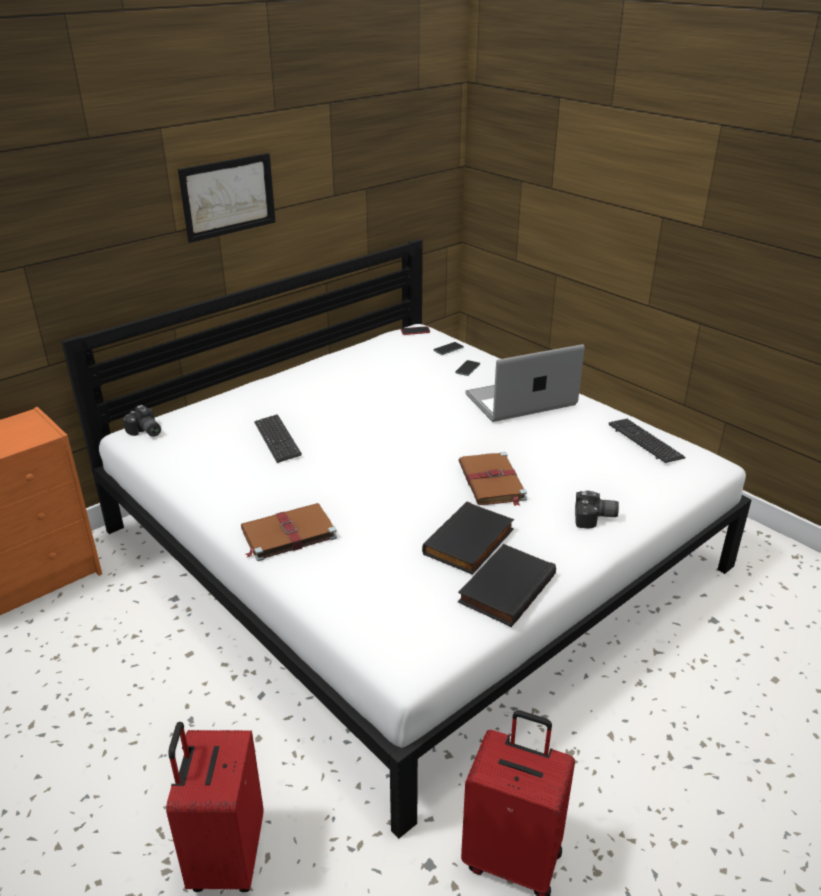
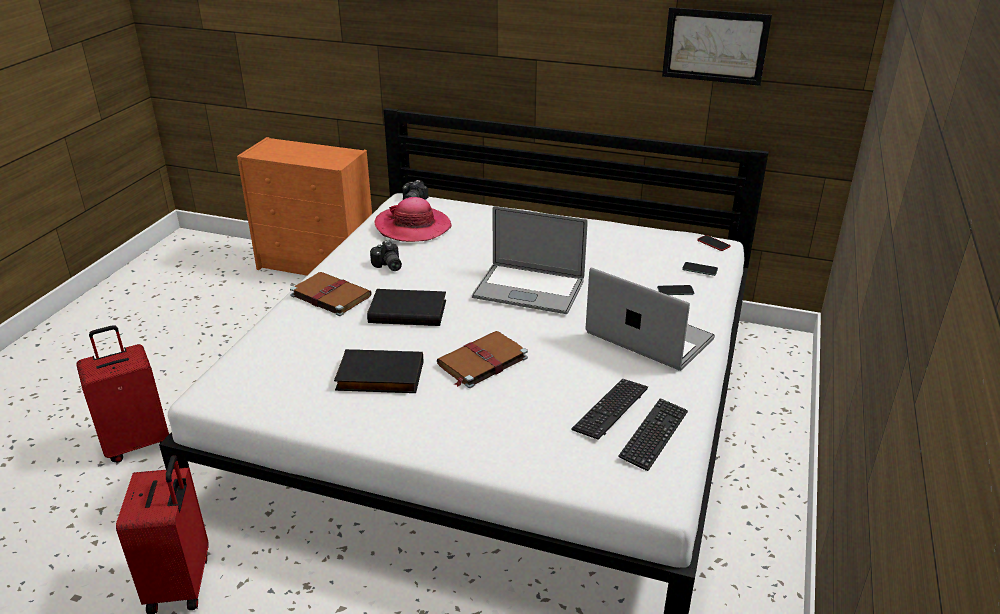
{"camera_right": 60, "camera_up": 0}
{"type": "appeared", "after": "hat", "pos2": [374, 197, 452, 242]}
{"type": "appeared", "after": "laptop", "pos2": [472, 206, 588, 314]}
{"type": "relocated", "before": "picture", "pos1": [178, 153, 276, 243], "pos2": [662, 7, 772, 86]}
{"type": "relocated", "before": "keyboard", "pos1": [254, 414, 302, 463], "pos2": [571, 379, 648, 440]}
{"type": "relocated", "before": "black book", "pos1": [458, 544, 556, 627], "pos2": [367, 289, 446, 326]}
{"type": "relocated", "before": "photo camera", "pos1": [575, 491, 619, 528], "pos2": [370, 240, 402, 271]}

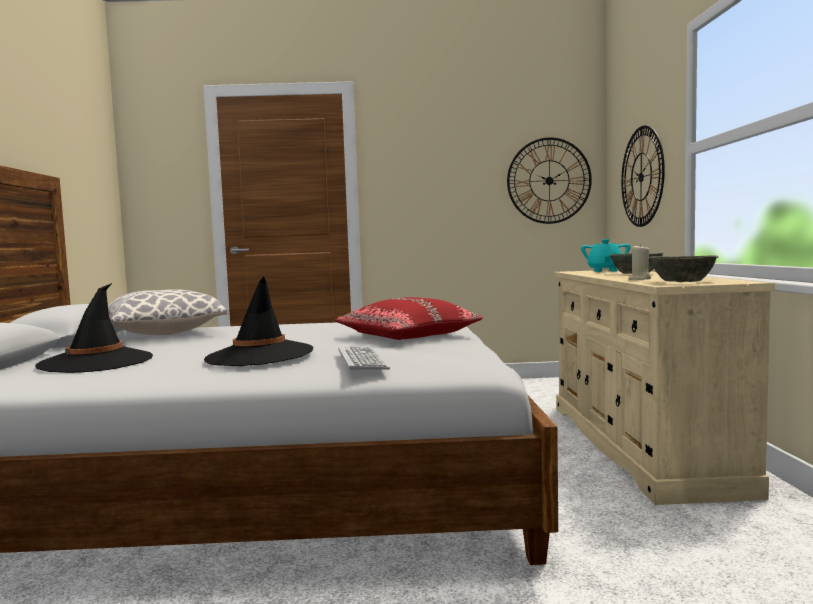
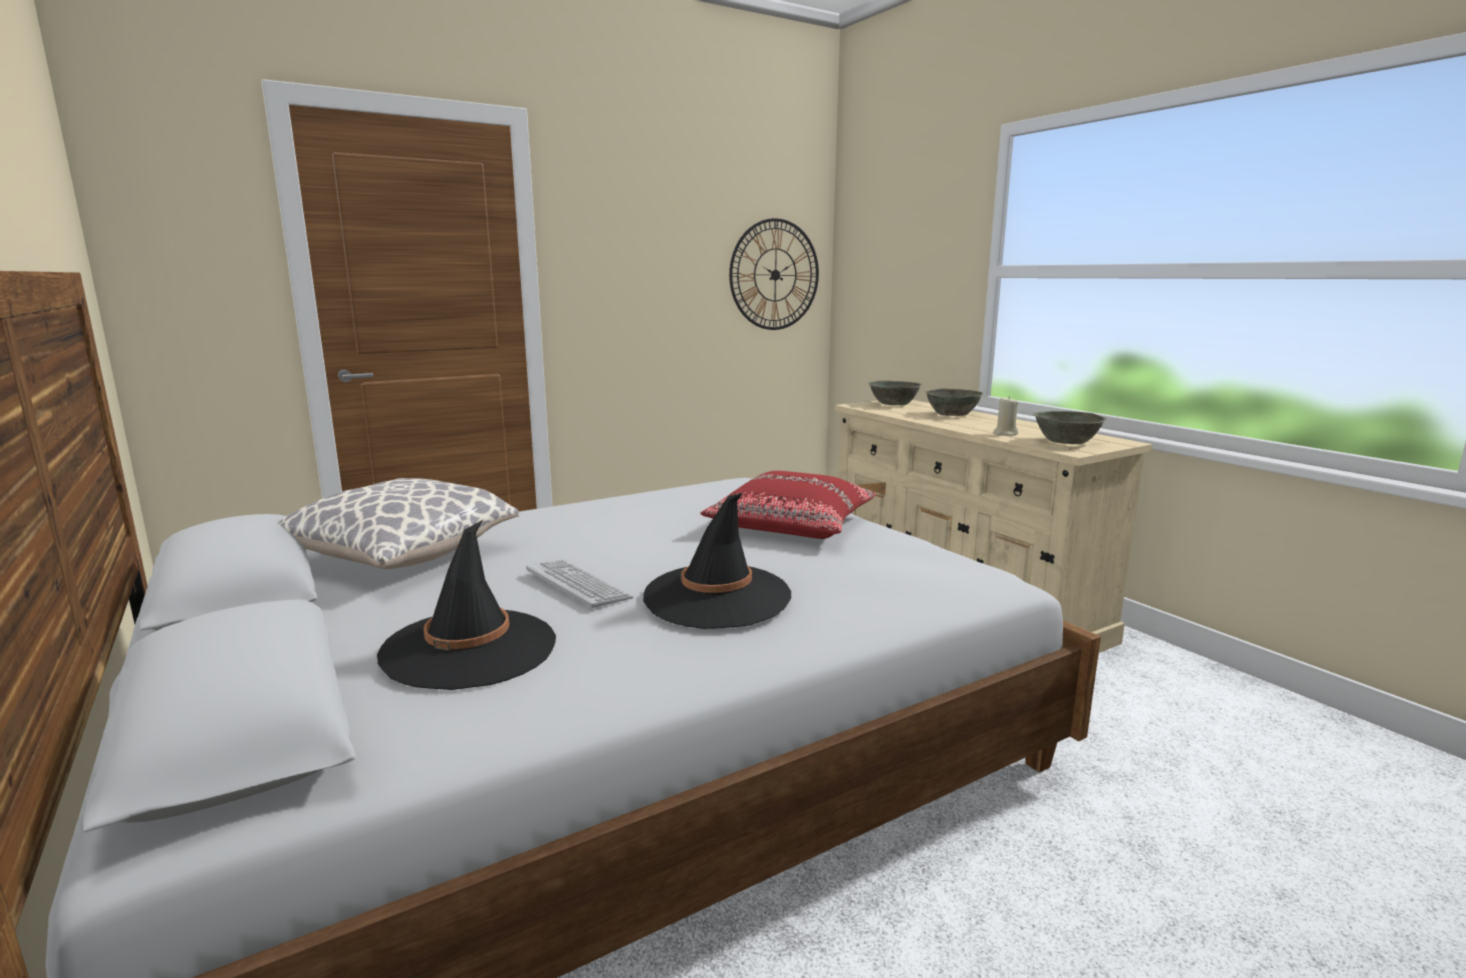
{"camera_right": -30, "camera_up": 10}
{"type": "missing", "before": "wall clock", "pos1": [621, 125, 665, 227]}
{"type": "relocated", "before": "keyboard", "pos1": [338, 346, 390, 371], "pos2": [526, 559, 633, 608]}
{"type": "exchanged", "before": "turquoise teapot", "after": "grey bowl", "pos1": [581, 239, 631, 272], "pos2": [869, 380, 922, 405]}

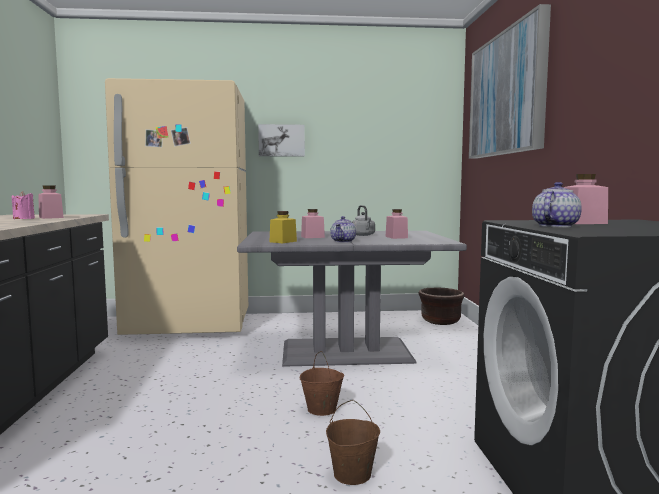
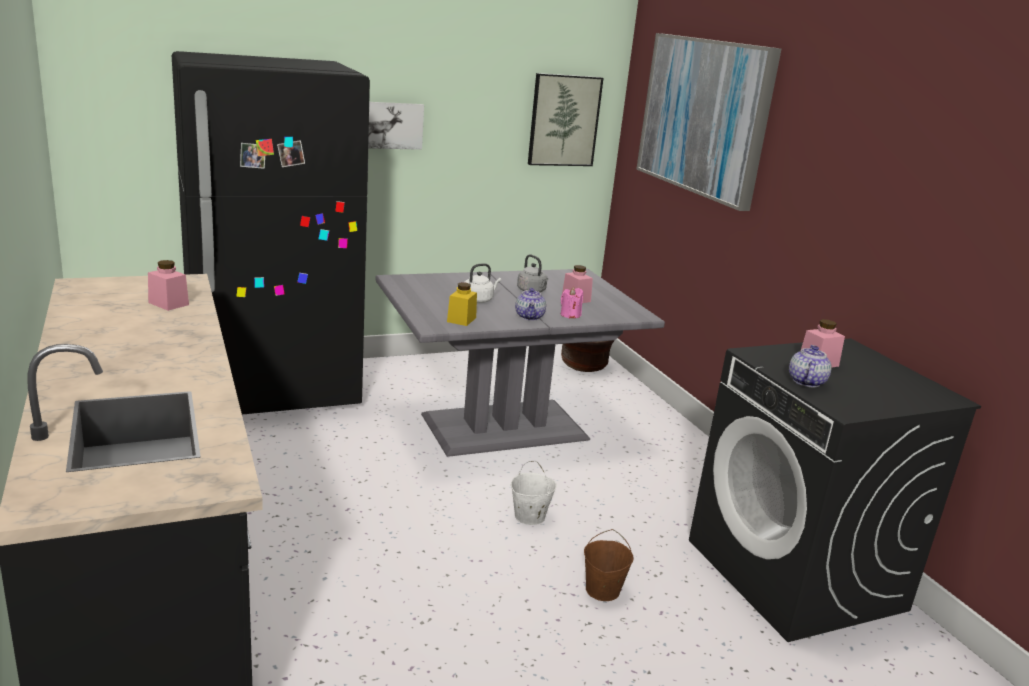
{"camera_right": -20, "camera_up": 15}
{"type": "appeared", "after": "picture", "pos2": [528, 73, 604, 166]}
{"type": "relocated", "before": "pink candle", "pos1": [12, 191, 35, 219], "pos2": [561, 287, 583, 318]}
{"type": "exchanged", "before": "pink jar", "after": "white kettle", "pos1": [301, 209, 325, 238], "pos2": [464, 263, 501, 303]}
{"type": "colour", "before": "beige fridge", "after": "black fridge", "pos1": [105, 78, 248, 335], "pos2": [172, 51, 370, 414]}
{"type": "colour", "before": "brown bucket", "after": "white bucket", "pos1": [300, 351, 344, 416], "pos2": [511, 461, 557, 525]}

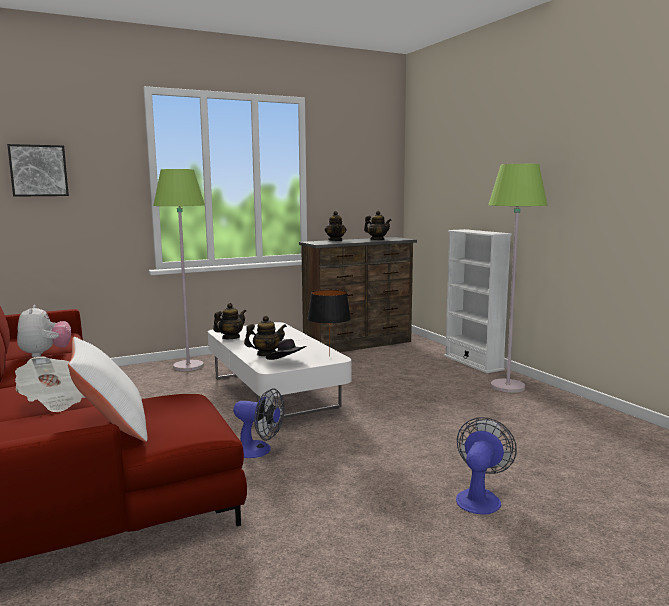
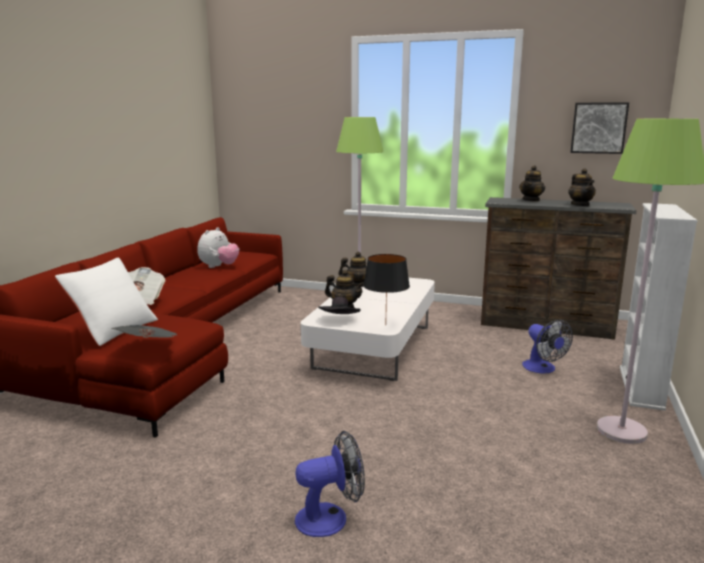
{"camera_right": 45, "camera_up": 5}
{"type": "appeared", "after": "newspaper", "pos2": [110, 325, 178, 338]}
{"type": "relocated", "before": "picture", "pos1": [7, 144, 69, 197], "pos2": [570, 102, 629, 154]}
{"type": "relocated", "before": "fan", "pos1": [233, 388, 284, 458], "pos2": [522, 320, 573, 374]}

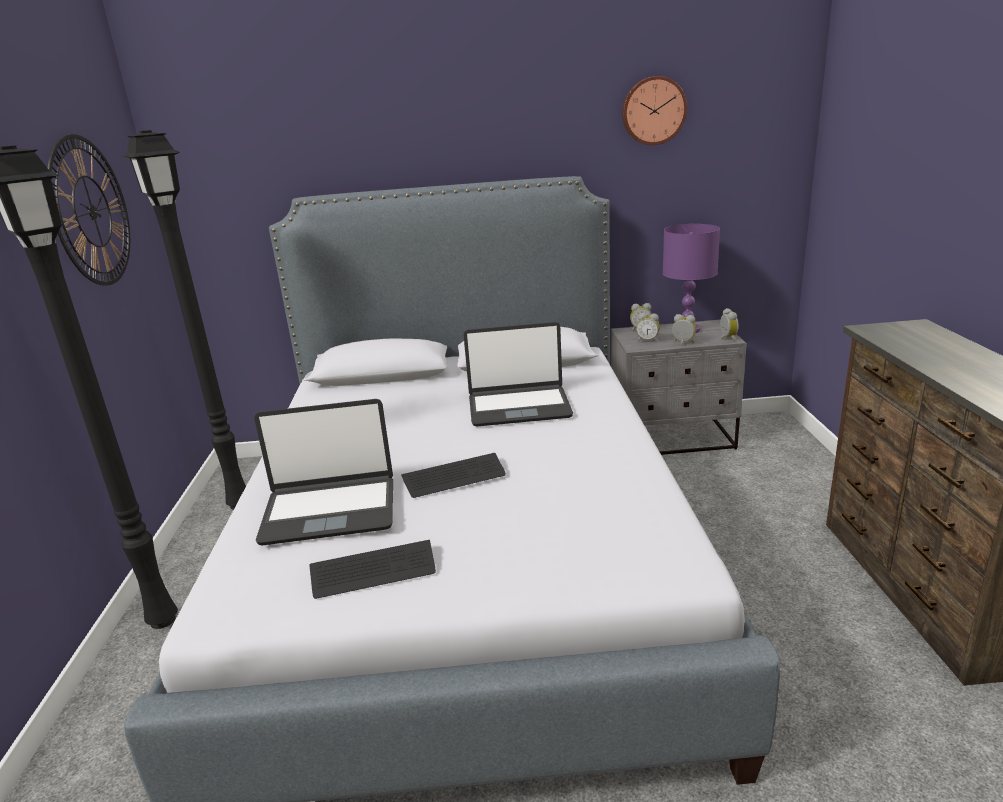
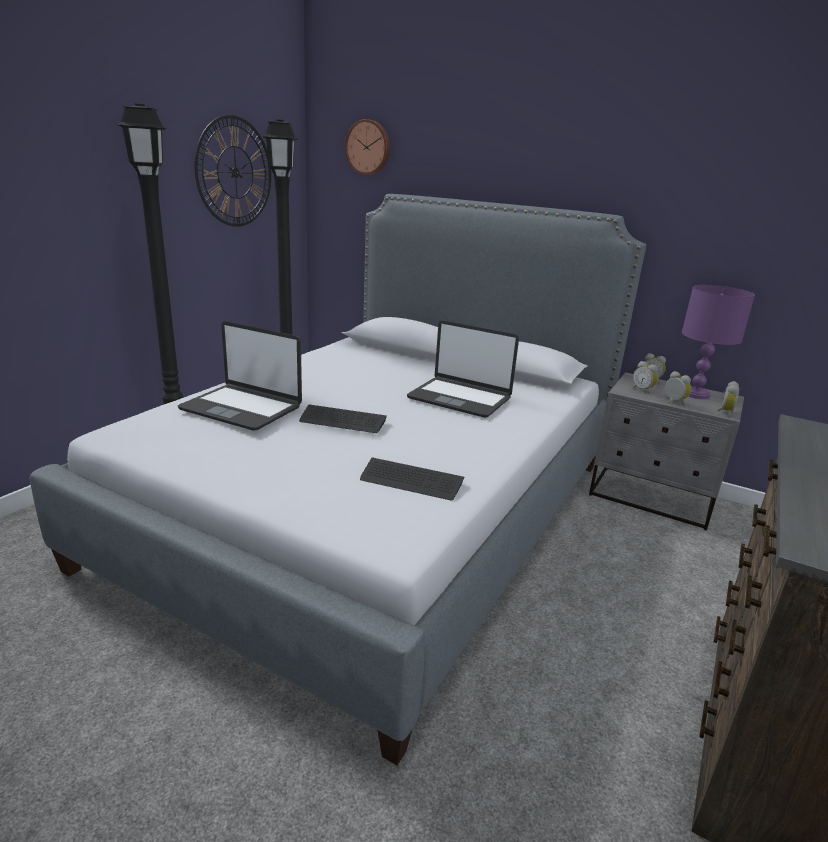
{"camera_right": 30, "camera_up": 0}
{"type": "relocated", "before": "keyboard", "pos1": [309, 540, 436, 599], "pos2": [360, 457, 464, 500]}
{"type": "relocated", "before": "wall clock", "pos1": [622, 76, 687, 145], "pos2": [345, 119, 390, 175]}

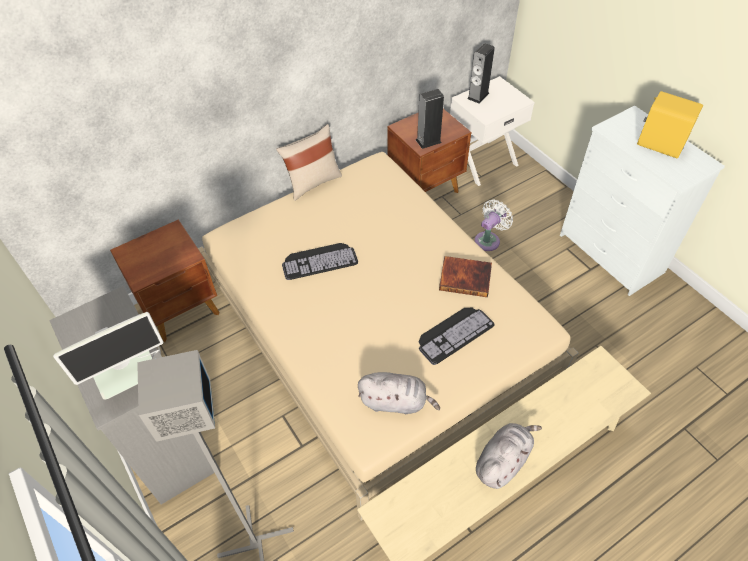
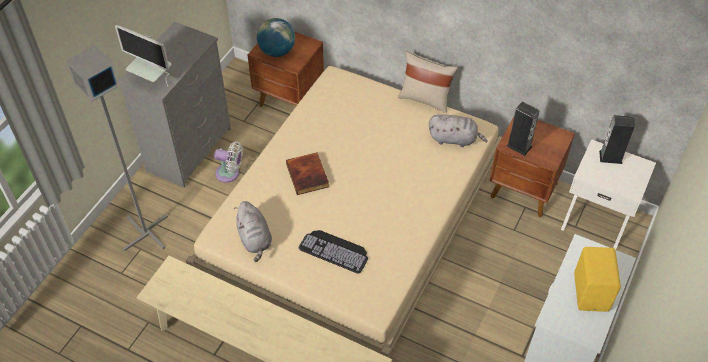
{"camera_right": 60, "camera_up": 0}
{"type": "missing", "before": "keyboard", "pos1": [282, 243, 358, 280]}
{"type": "appeared", "after": "globe", "pos2": [257, 18, 295, 57]}
{"type": "relocated", "before": "book", "pos1": [439, 256, 492, 297], "pos2": [286, 153, 329, 195]}
{"type": "relocated", "before": "white fan", "pos1": [475, 199, 513, 251], "pos2": [214, 141, 243, 183]}
{"type": "relocated", "before": "grey plush toy", "pos1": [476, 423, 542, 489], "pos2": [429, 114, 488, 147]}

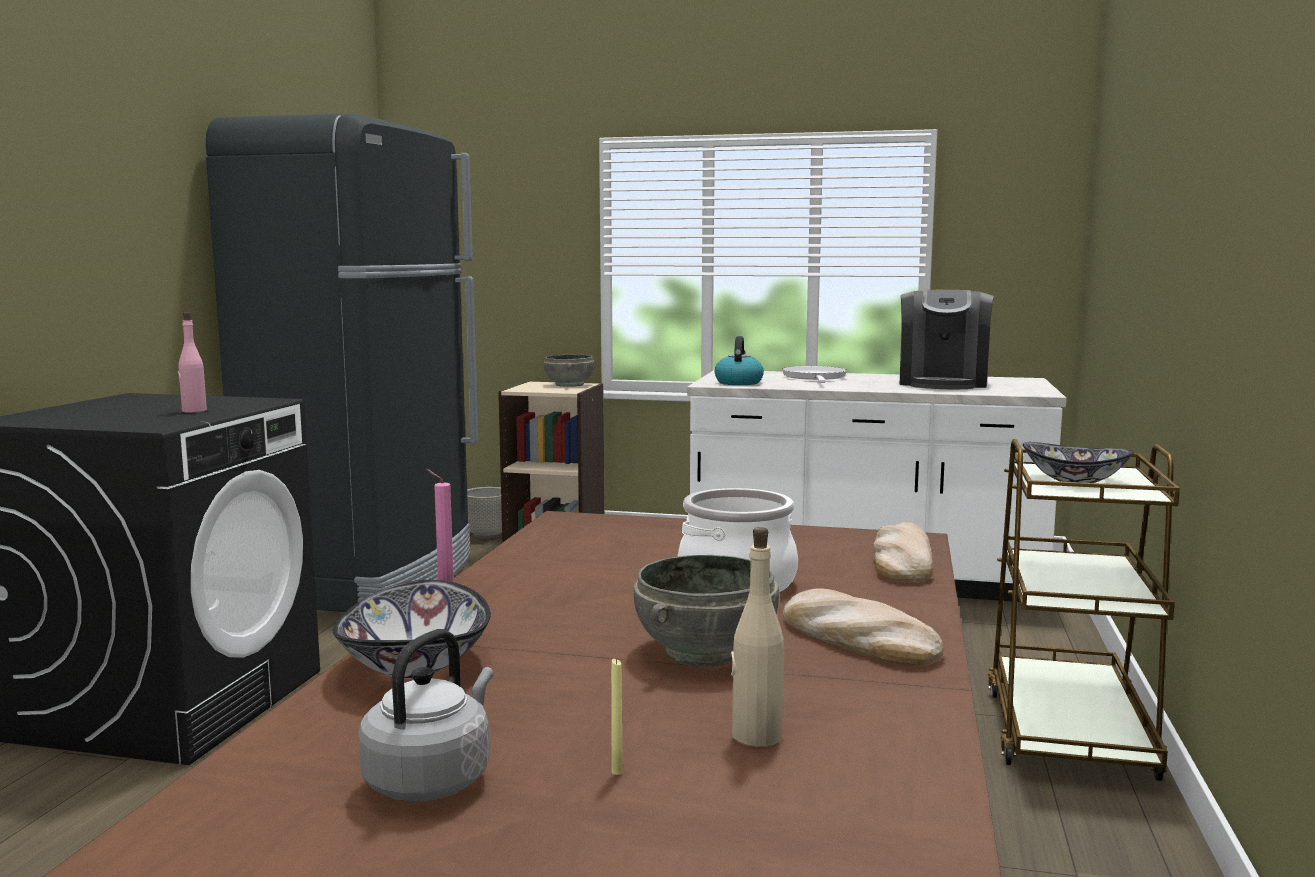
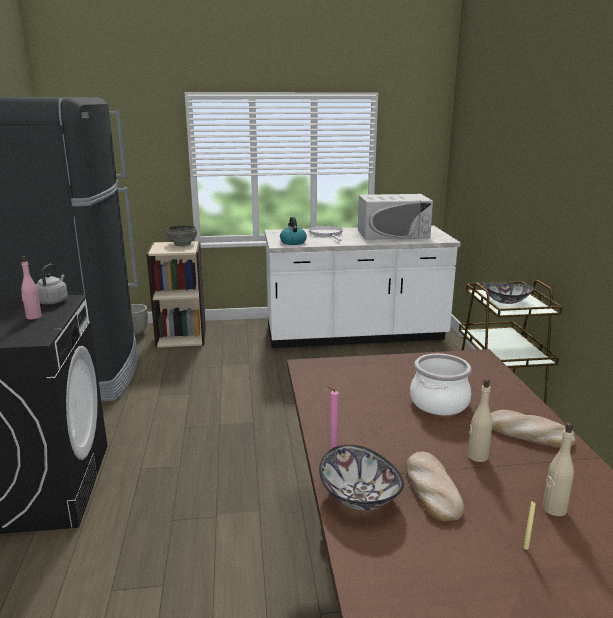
{"camera_right": -20, "camera_up": 10}
{"type": "relocated", "before": "grey kettle", "pos1": [358, 629, 494, 801], "pos2": [35, 264, 68, 305]}
{"type": "relocated", "before": "bread", "pos1": [873, 522, 933, 583], "pos2": [406, 452, 465, 521]}
{"type": "exchanged", "before": "grey bowl", "after": "beige bottle", "pos1": [634, 555, 779, 666], "pos2": [468, 379, 493, 462]}
{"type": "exchanged", "before": "coffee machine", "after": "white microwave", "pos1": [900, 290, 994, 389], "pos2": [358, 194, 433, 240]}

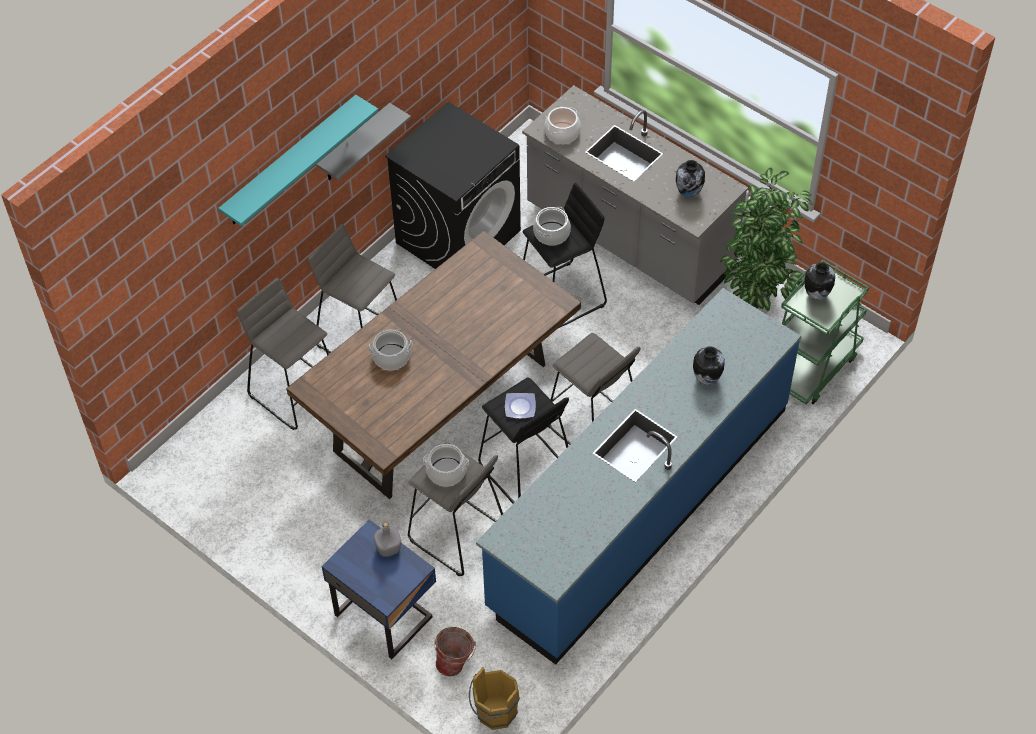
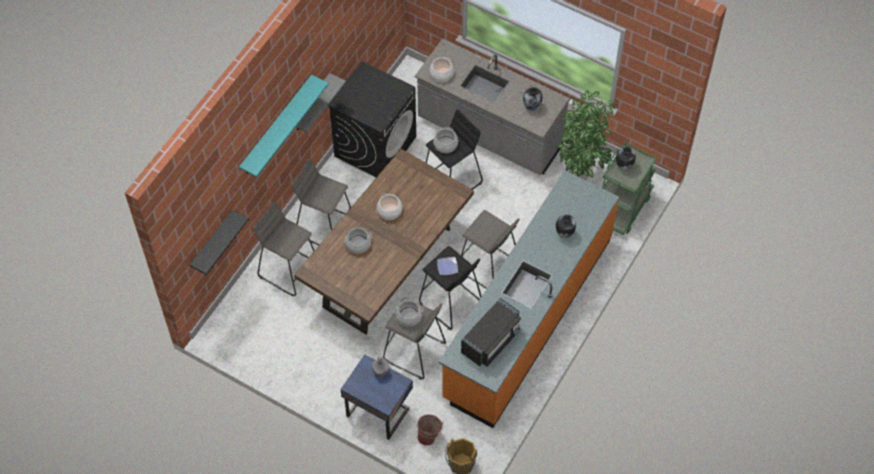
{"camera_right": -10, "camera_up": 5}
{"type": "appeared", "after": "black shelf", "pos2": [190, 210, 249, 275]}
{"type": "appeared", "after": "cooking pot", "pos2": [377, 193, 402, 220]}
{"type": "appeared", "after": "black microwave", "pos2": [461, 298, 521, 367]}
{"type": "colour", "before": "blue counter", "after": "orange counter", "pos1": [476, 288, 801, 665], "pos2": [439, 170, 619, 428]}

